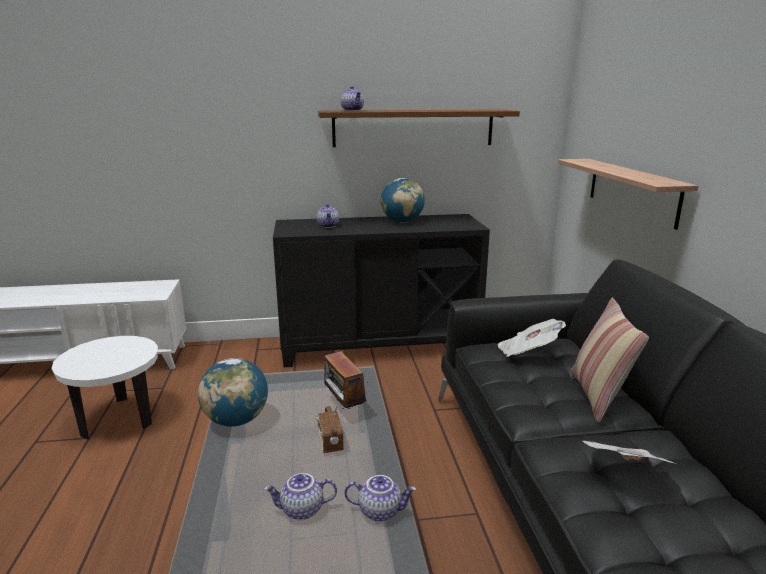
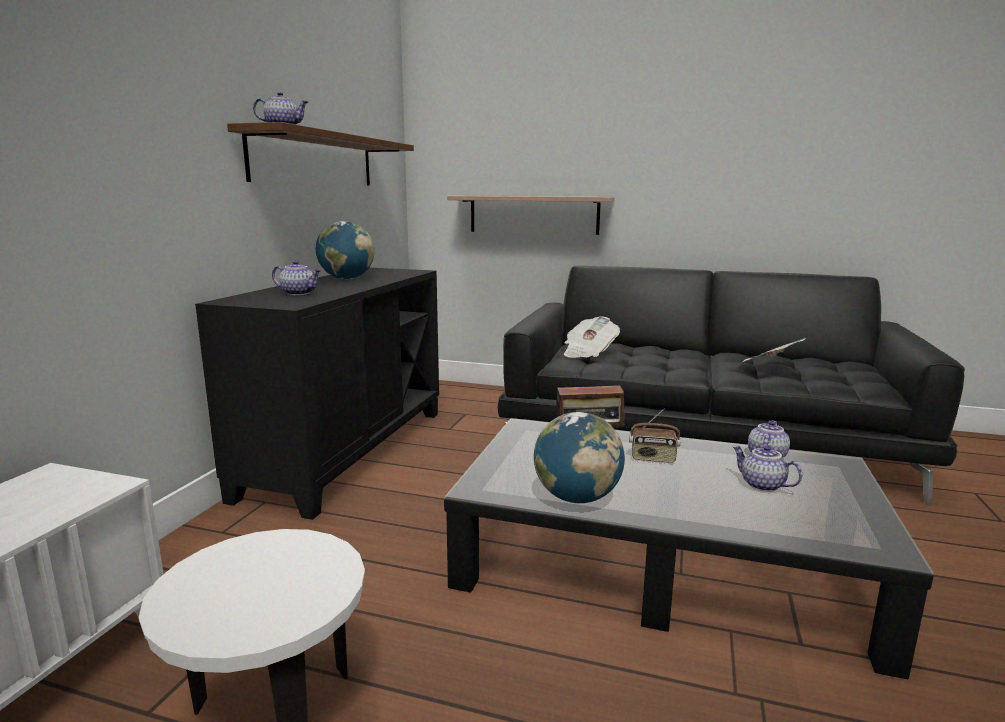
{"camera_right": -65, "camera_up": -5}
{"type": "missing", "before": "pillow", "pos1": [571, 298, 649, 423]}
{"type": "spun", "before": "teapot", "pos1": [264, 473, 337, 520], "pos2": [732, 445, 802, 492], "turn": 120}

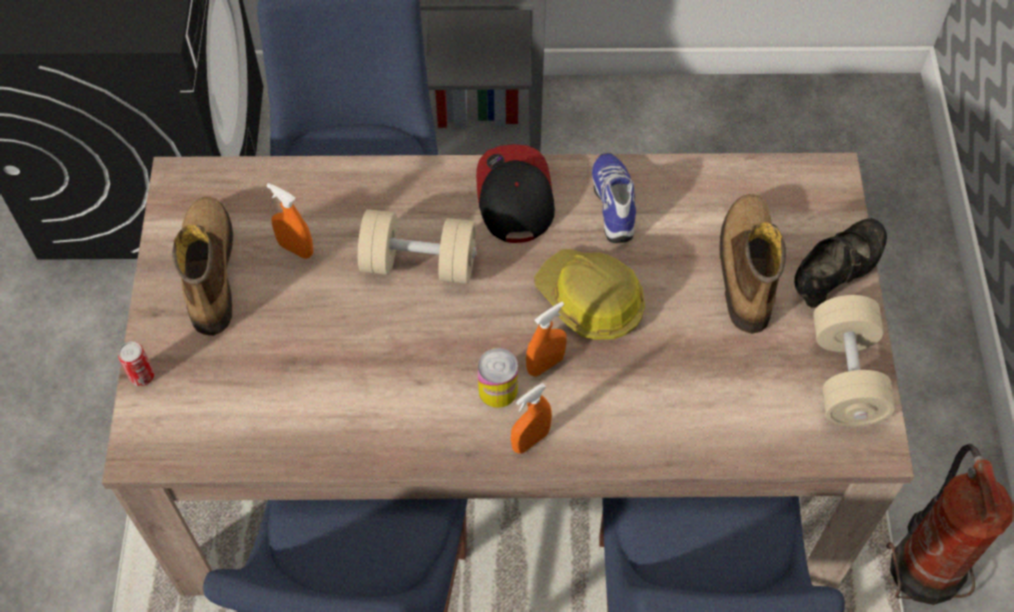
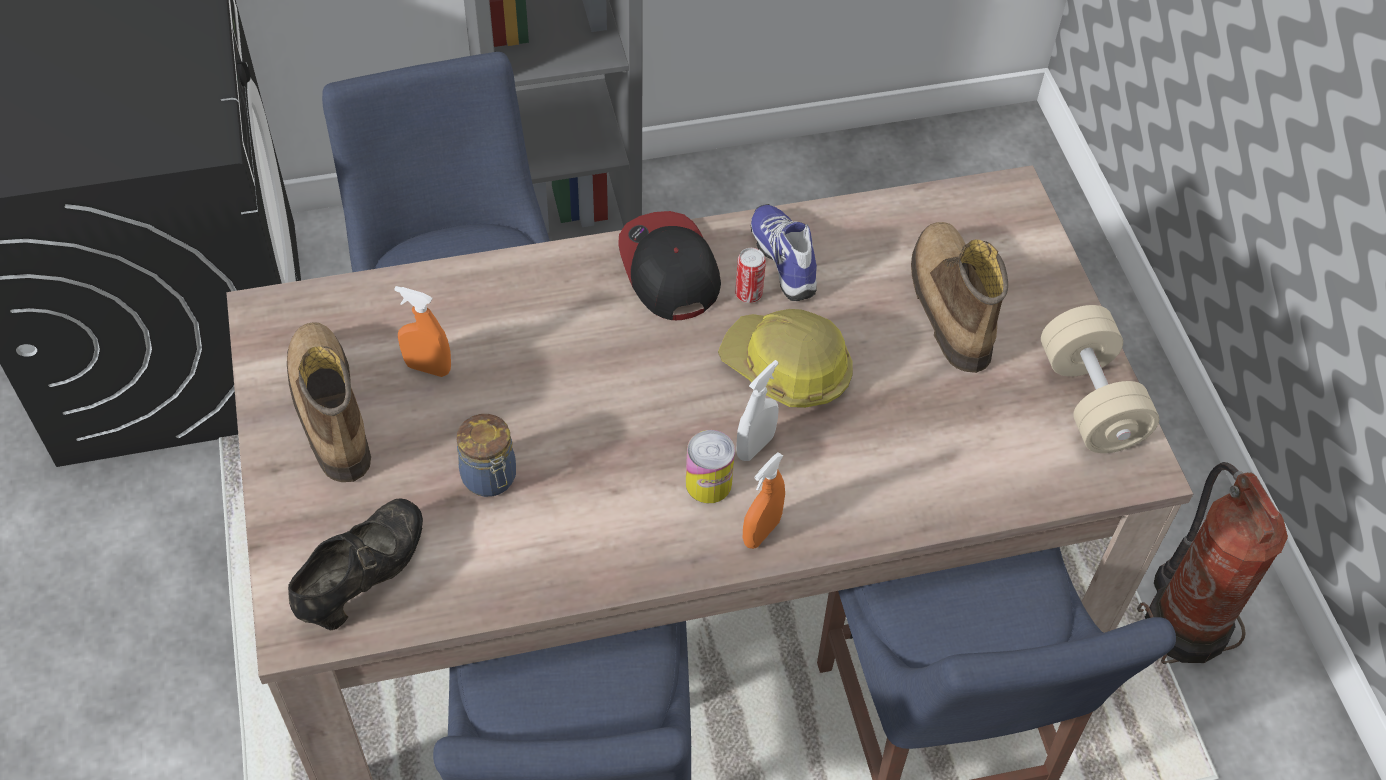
{"camera_right": -15, "camera_up": -5}
{"type": "missing", "before": "beige dumbbell", "pos1": [358, 209, 477, 284]}
{"type": "appeared", "after": "jar", "pos2": [457, 414, 516, 497]}
{"type": "relocated", "before": "can", "pos1": [118, 341, 154, 386], "pos2": [735, 248, 766, 303]}
{"type": "relocated", "before": "black shoe", "pos1": [794, 218, 887, 308], "pos2": [288, 498, 423, 630]}
{"type": "colour", "before": "orange spray bottle", "after": "white spray bottle", "pos1": [526, 301, 567, 377], "pos2": [736, 360, 779, 461]}

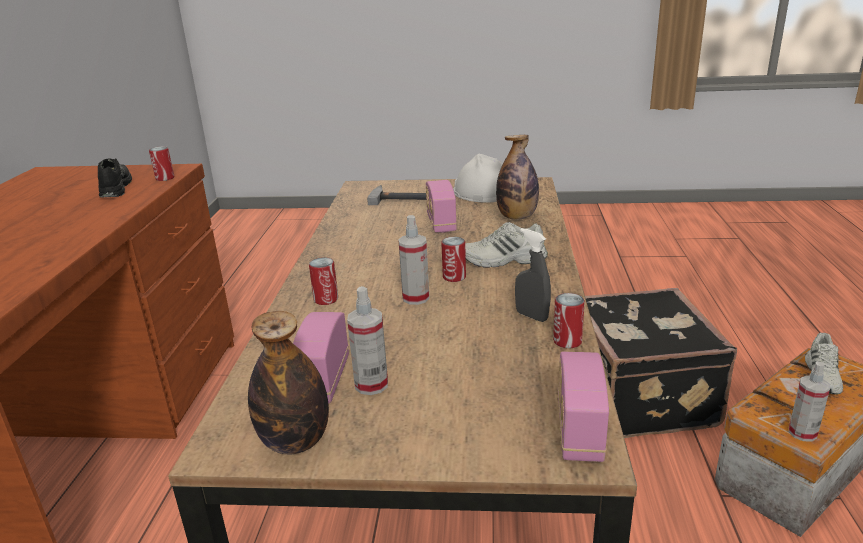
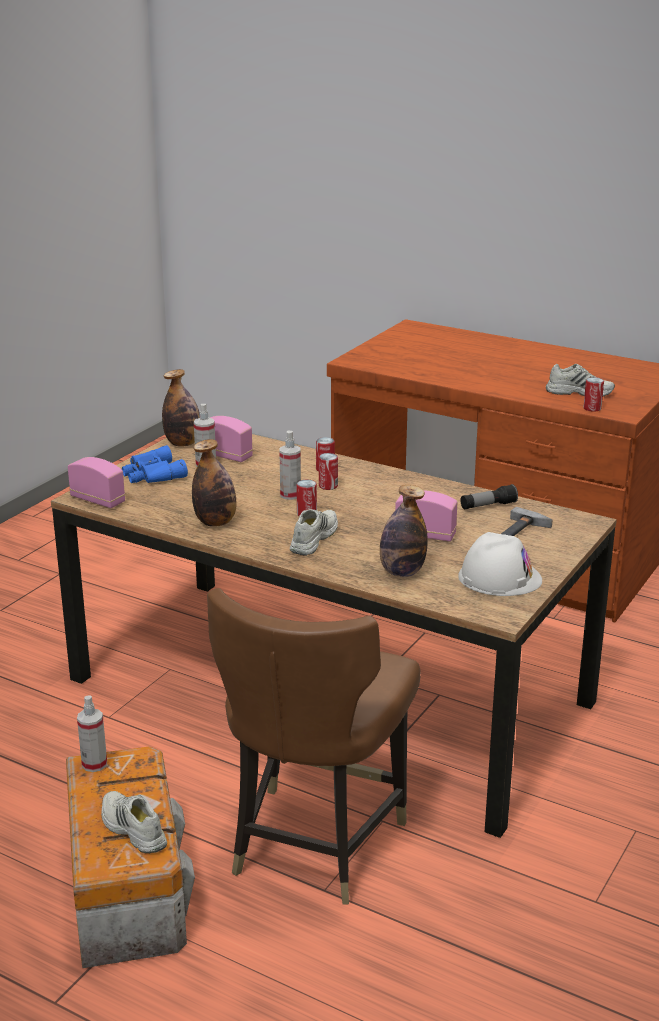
{"camera_right": 115, "camera_up": 0}
{"type": "appeared", "after": "blue binoculars", "pos2": [122, 445, 188, 483]}
{"type": "appeared", "after": "flashlight", "pos2": [461, 484, 518, 509]}
{"type": "relocated", "before": "can", "pos1": [553, 293, 585, 348], "pos2": [319, 453, 338, 490]}
{"type": "exchanged", "before": "grey spray bottle", "after": "bottle", "pos1": [515, 228, 551, 322], "pos2": [192, 439, 236, 527]}
{"type": "exchanged", "before": "black suitcase", "after": "brown chair", "pos1": [585, 288, 737, 438], "pos2": [207, 588, 421, 905]}
{"type": "colour", "before": "black shoe", "after": "white shoe", "pos1": [98, 158, 132, 197], "pos2": [546, 364, 615, 396]}

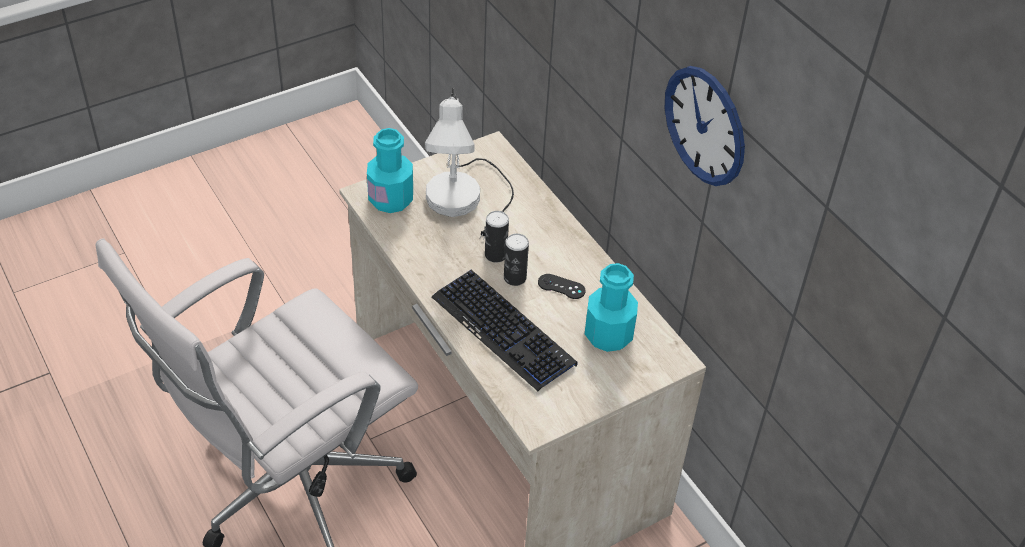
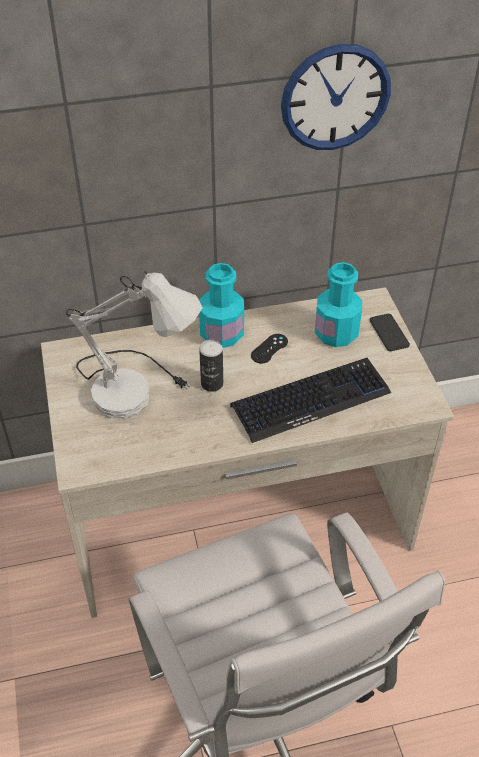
{"camera_right": -70, "camera_up": 0}
{"type": "missing", "before": "can", "pos1": [504, 233, 529, 286]}
{"type": "appeared", "after": "phone", "pos2": [370, 314, 410, 351]}
{"type": "relocated", "before": "turquoise bottle", "pos1": [367, 128, 413, 213], "pos2": [199, 263, 244, 348]}

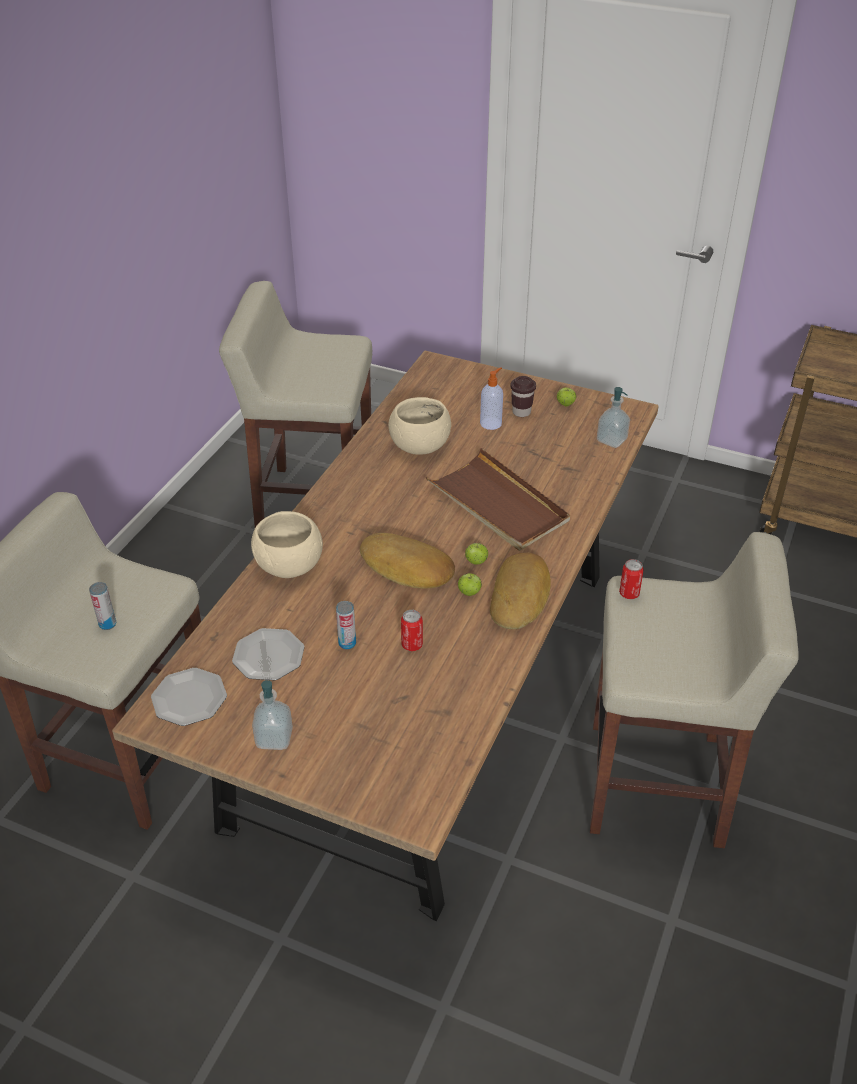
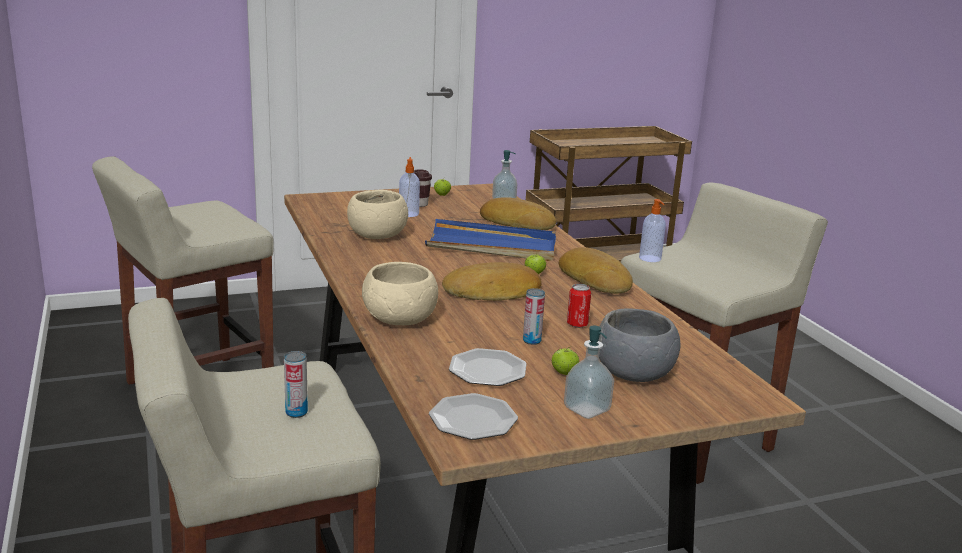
{"camera_right": -45, "camera_up": -20}
{"type": "appeared", "after": "bread", "pos2": [480, 197, 556, 230]}
{"type": "appeared", "after": "grey bowl", "pos2": [598, 308, 680, 382]}
{"type": "relocated", "before": "apple", "pos1": [458, 573, 482, 596], "pos2": [552, 347, 579, 375]}
{"type": "exchanged", "before": "can", "after": "soap dispenser", "pos1": [619, 559, 644, 599], "pos2": [639, 199, 666, 262]}
{"type": "colour", "before": "brown tray", "after": "blue tray", "pos1": [426, 448, 570, 551], "pos2": [425, 219, 556, 261]}

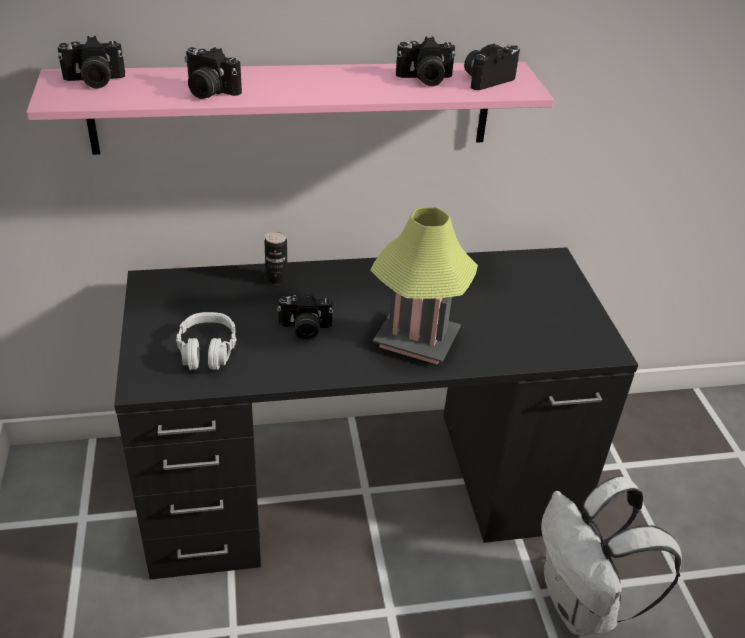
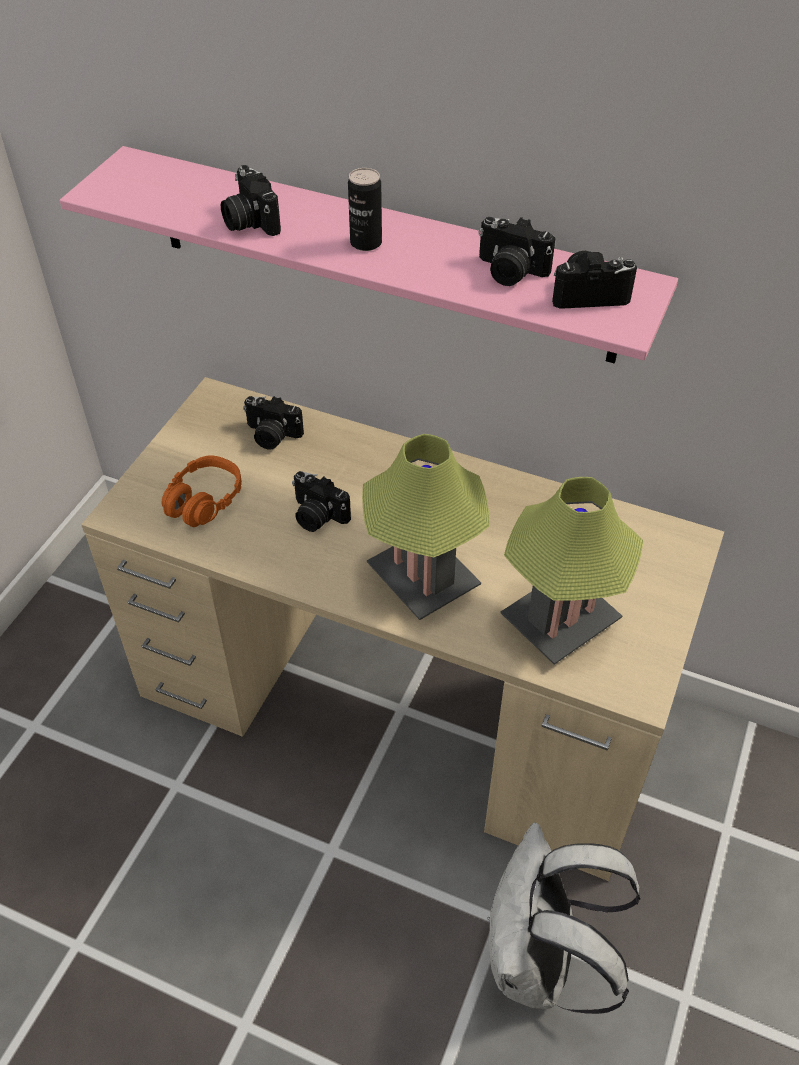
{"camera_right": 35, "camera_up": 10}
{"type": "appeared", "after": "table lamp", "pos2": [501, 477, 644, 665]}
{"type": "relocated", "before": "photo camera", "pos1": [58, 36, 125, 89], "pos2": [243, 396, 304, 450]}
{"type": "relocated", "before": "can", "pos1": [264, 231, 288, 285], "pos2": [348, 168, 382, 251]}
{"type": "colour", "before": "black desk", "after": "beige desk", "pos1": [114, 247, 638, 579], "pos2": [81, 377, 724, 881]}
{"type": "colour", "before": "grey headphones", "after": "orange headphones", "pos1": [176, 312, 237, 370], "pos2": [161, 455, 242, 527]}

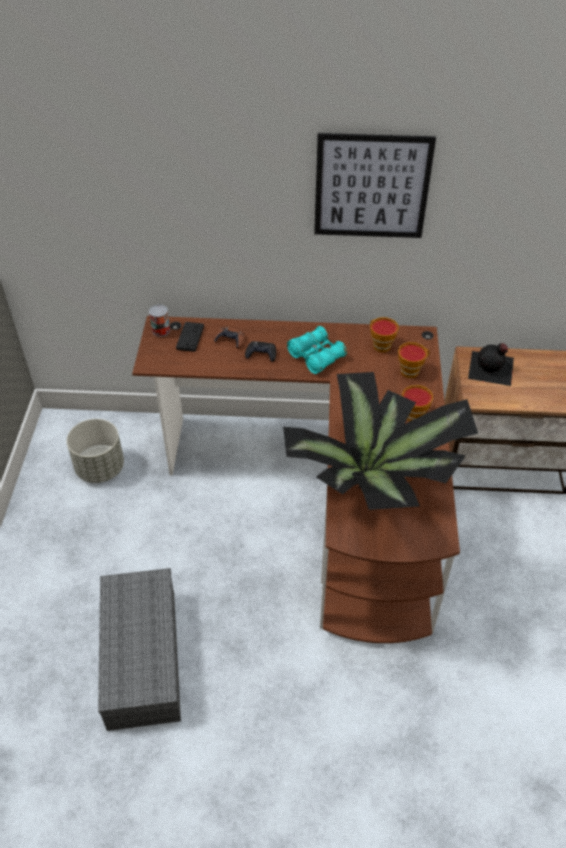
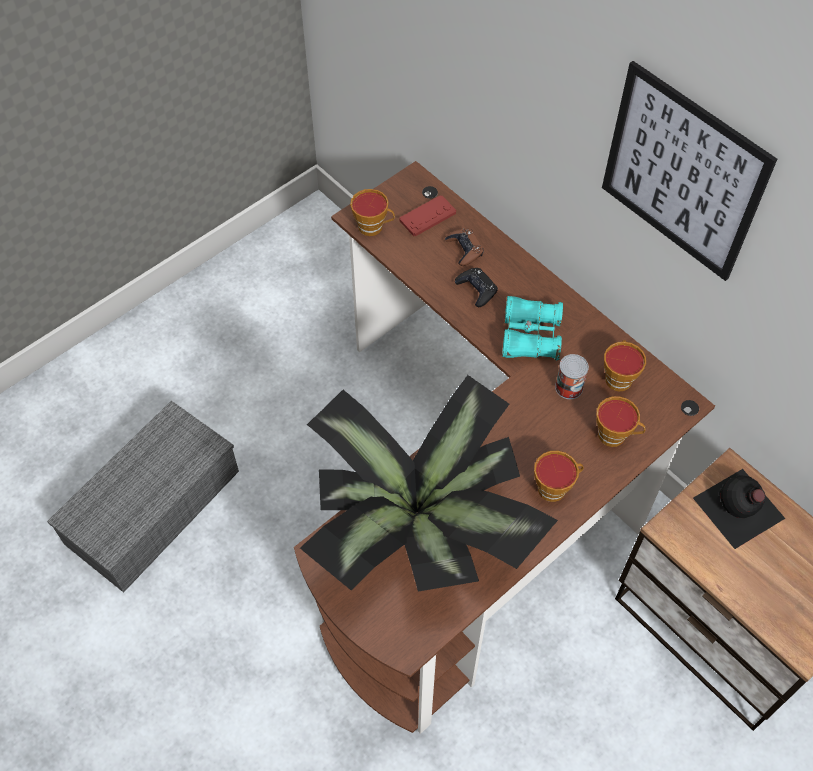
{"camera_right": 45, "camera_up": 10}
{"type": "missing", "before": "grey planter", "pos1": [66, 419, 124, 483]}
{"type": "appeared", "after": "cup", "pos2": [350, 189, 395, 236]}
{"type": "relocated", "before": "can", "pos1": [149, 304, 170, 337], "pos2": [555, 354, 589, 399]}
{"type": "colour", "before": "black game controller", "after": "red game controller", "pos1": [176, 322, 204, 352], "pos2": [399, 195, 456, 236]}

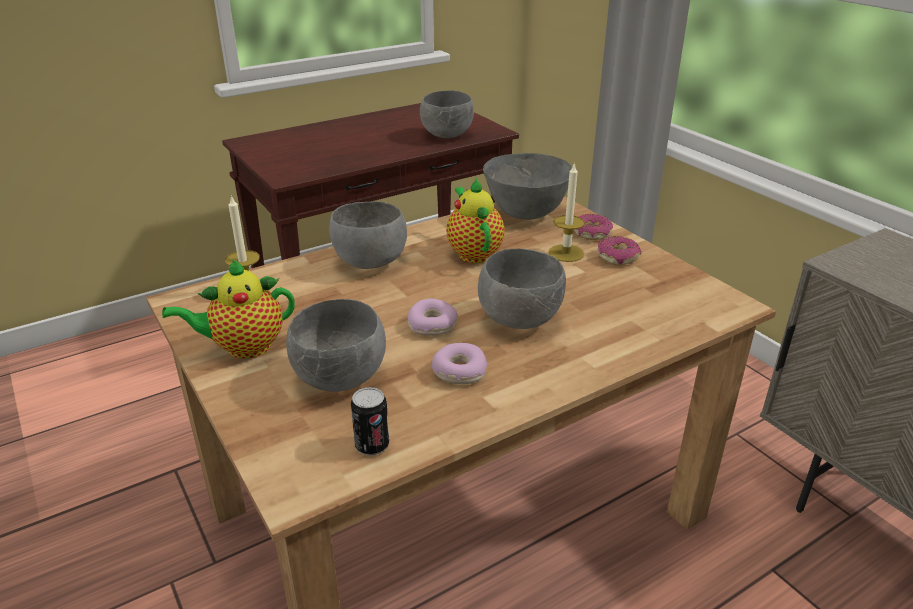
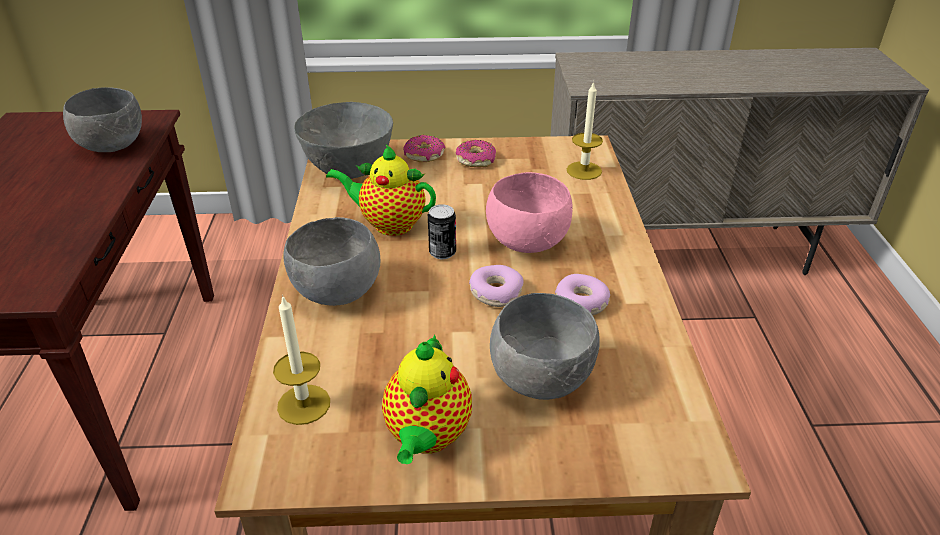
{"camera_right": -60, "camera_up": 5}
{"type": "relocated", "before": "can", "pos1": [351, 387, 389, 456], "pos2": [428, 204, 456, 259]}
{"type": "relocated", "before": "candle", "pos1": [548, 162, 585, 262], "pos2": [567, 81, 603, 180]}
{"type": "colour", "before": "grey bowl", "after": "pink bowl", "pos1": [478, 248, 566, 329], "pos2": [486, 172, 572, 253]}

